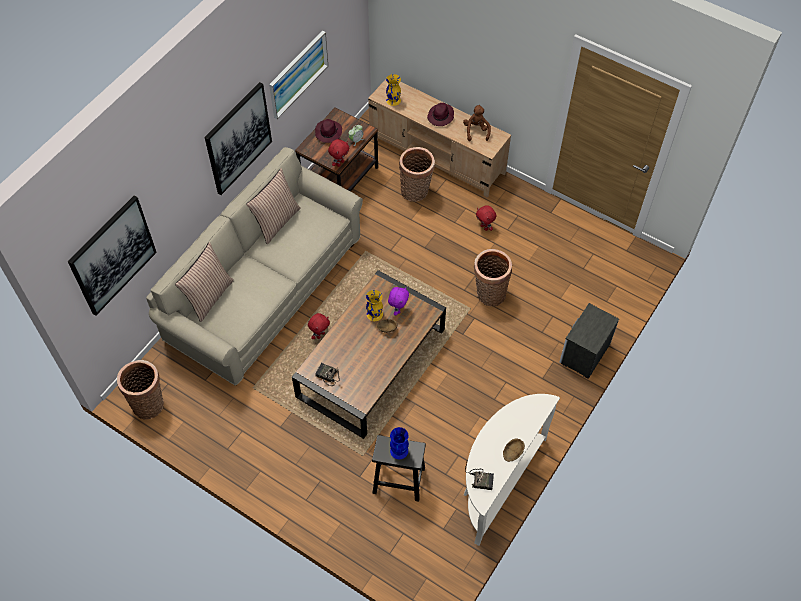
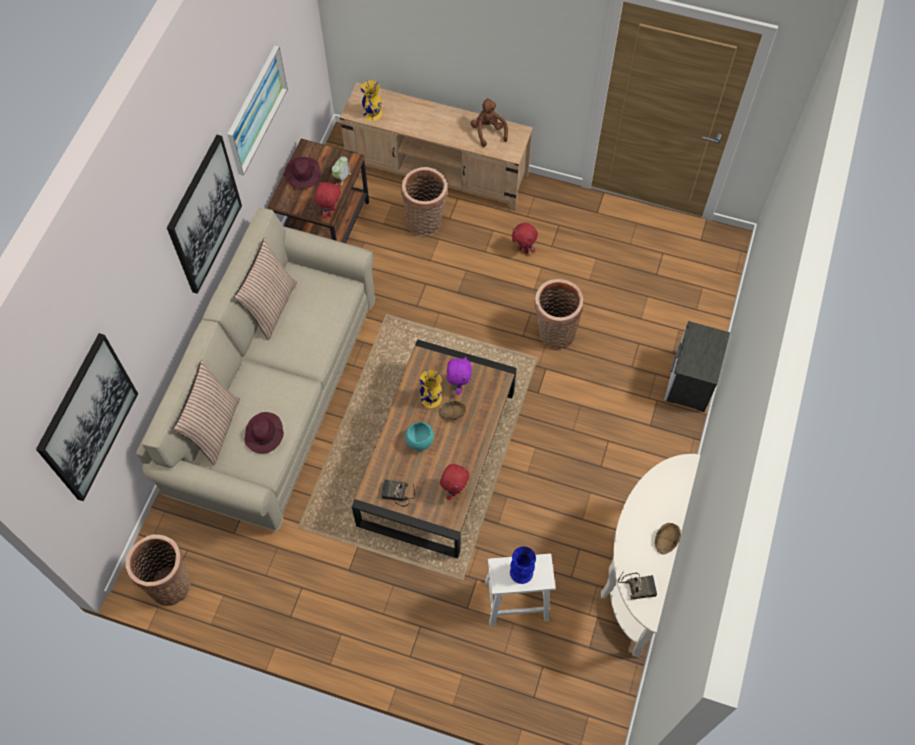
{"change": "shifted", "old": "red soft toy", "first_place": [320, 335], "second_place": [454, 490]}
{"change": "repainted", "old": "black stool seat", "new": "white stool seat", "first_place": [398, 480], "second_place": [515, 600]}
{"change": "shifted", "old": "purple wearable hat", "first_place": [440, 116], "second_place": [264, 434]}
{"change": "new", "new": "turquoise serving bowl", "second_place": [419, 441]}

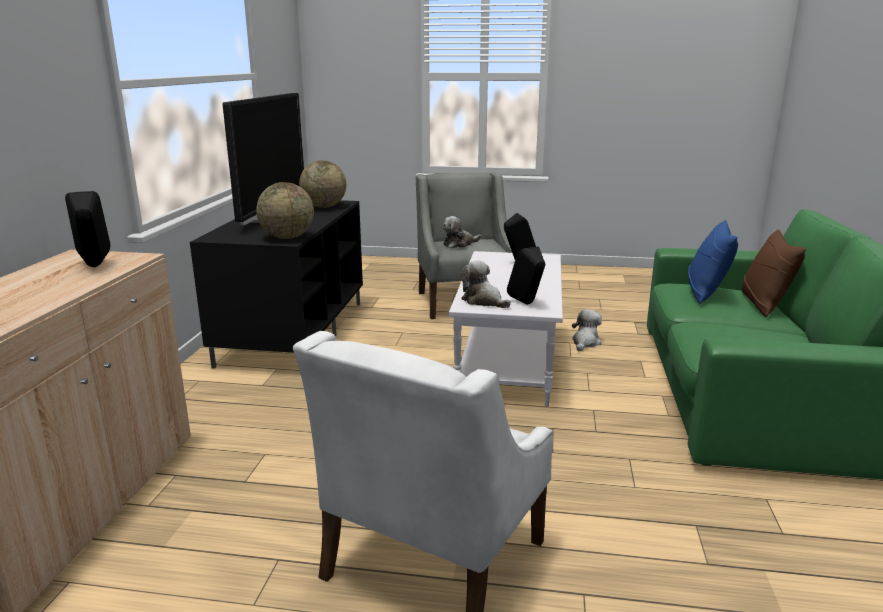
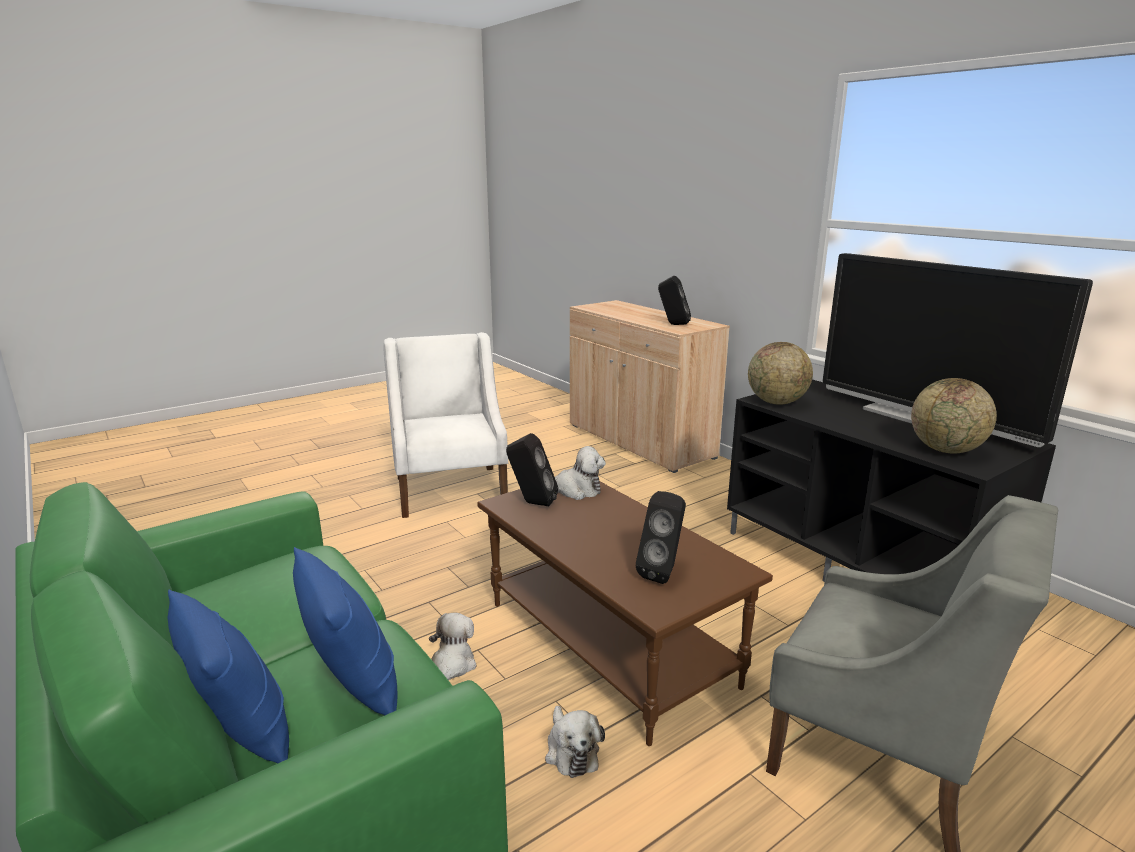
{"change": "shifted", "old": "soft toy", "first_place": [459, 244], "second_place": [451, 666]}
{"change": "repainted", "old": "white coffee table", "new": "brownish coffee table", "first_place": [509, 363], "second_place": [606, 644]}
{"change": "repainted", "old": "brownish throw pillow", "new": "blue-coloured throw pillow", "first_place": [764, 304], "second_place": [242, 730]}

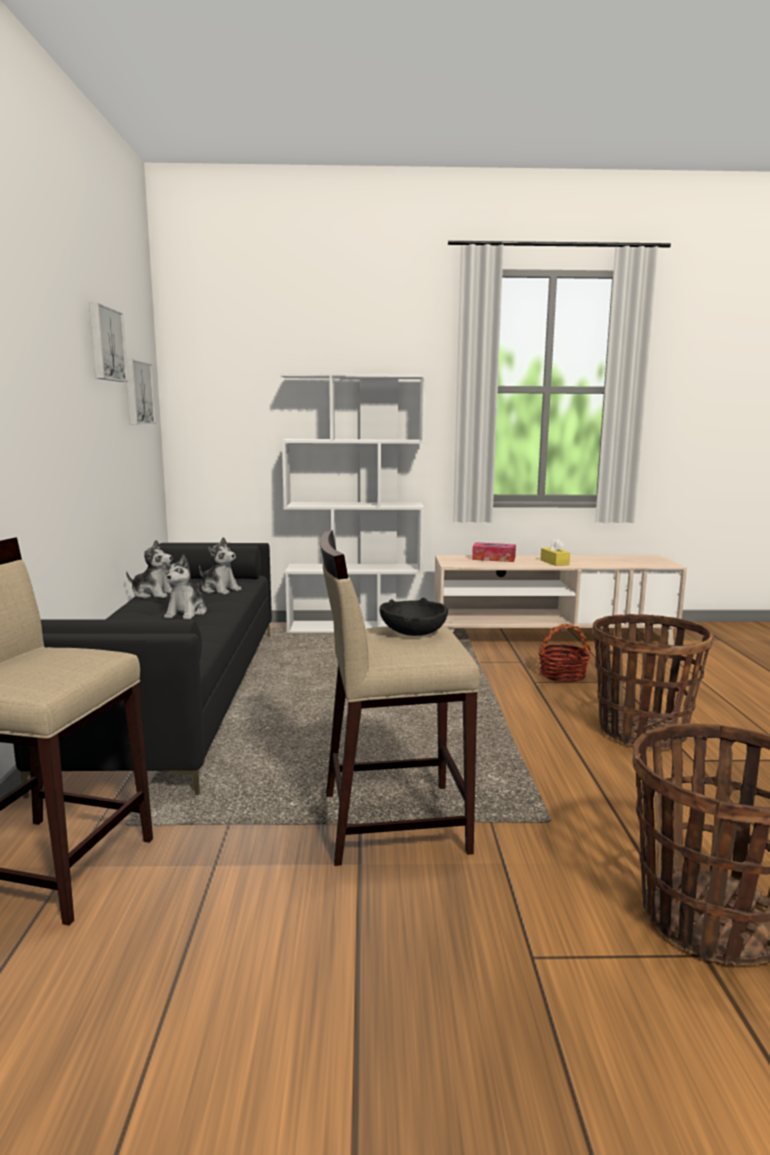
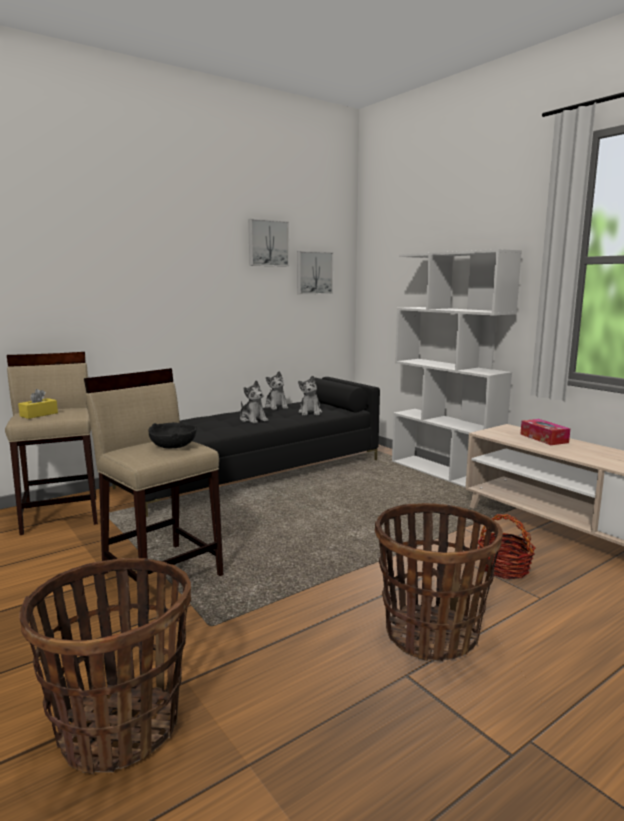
{"change": "rotated", "old": "soft toy", "first_place": [186, 613], "second_place": [253, 419], "degrees": -105}
{"change": "shifted", "old": "yellowish tissue box", "first_place": [554, 562], "second_place": [39, 414]}

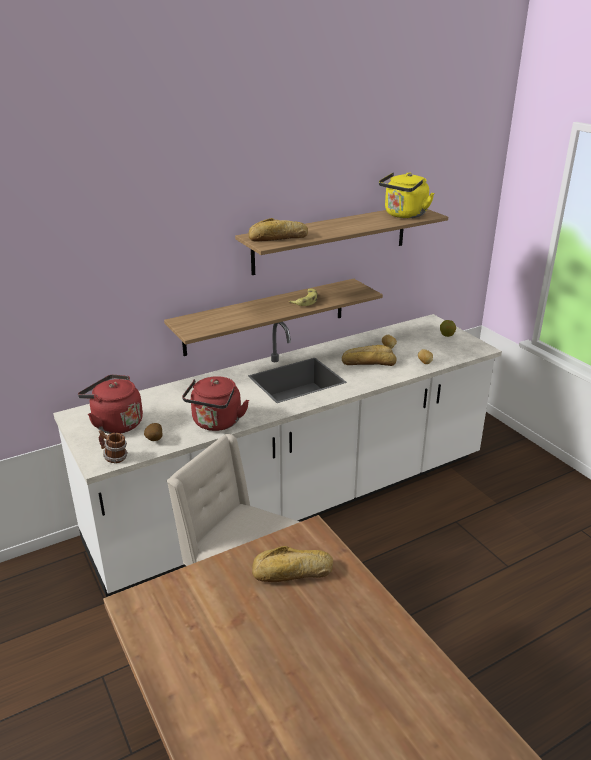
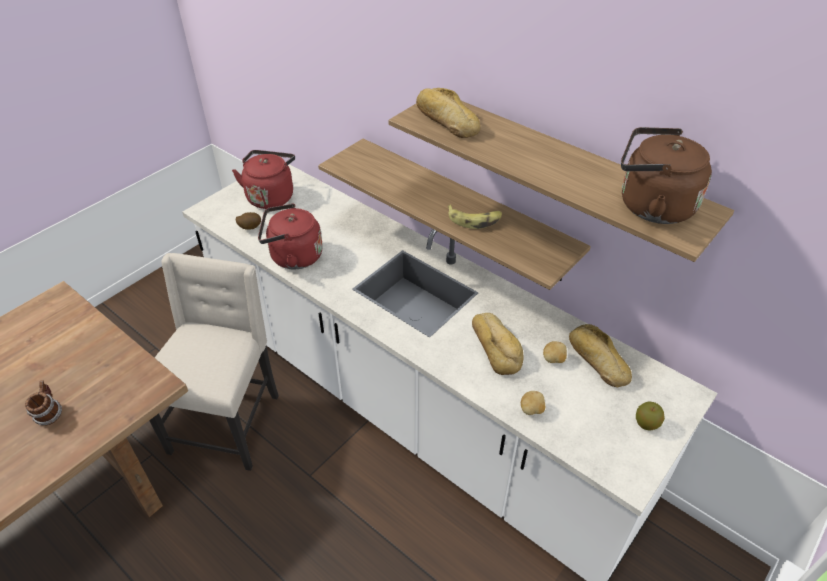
{"change": "shifted", "old": "tea mug", "first_place": [114, 458], "second_place": [49, 414]}
{"change": "shifted", "old": "bread", "first_place": [293, 572], "second_place": [597, 360]}
{"change": "repainted", "old": "yellowish tea kettle", "new": "brownish tea kettle", "first_place": [404, 215], "second_place": [650, 206]}

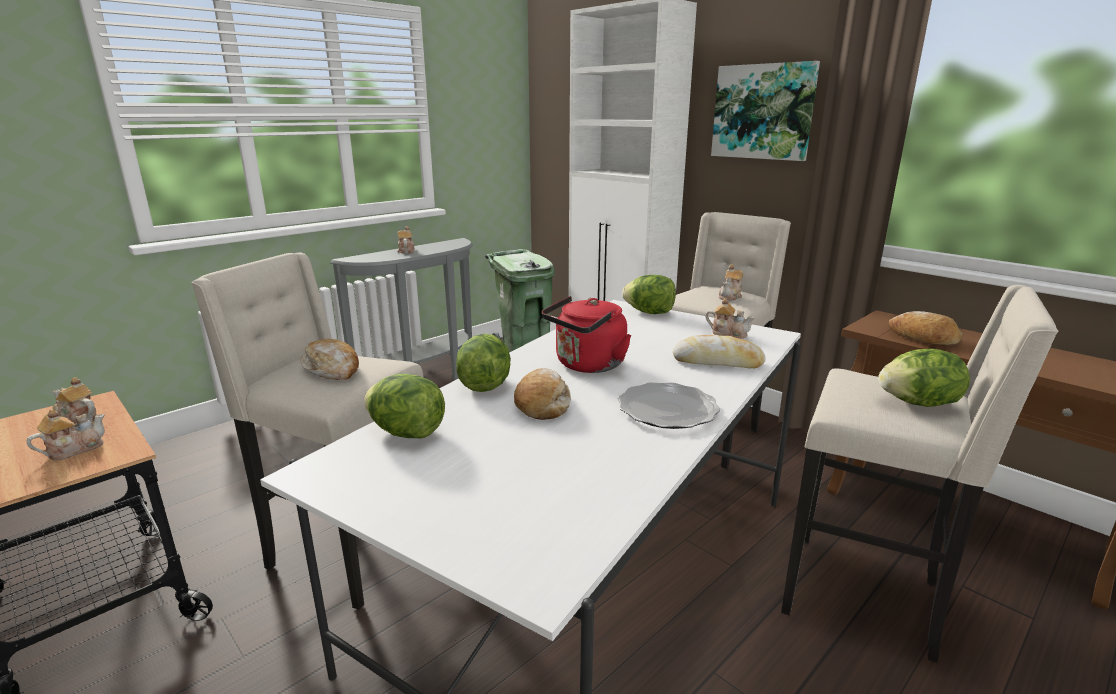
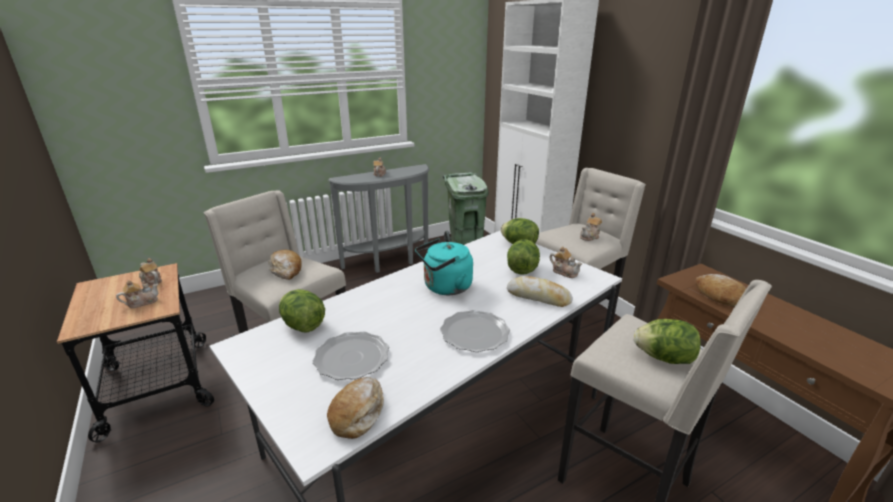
{"change": "shifted", "old": "lettuce head", "first_place": [484, 385], "second_place": [522, 269]}
{"change": "shifted", "old": "bread", "first_place": [542, 404], "second_place": [358, 413]}
{"change": "repainted", "old": "red tea kettle", "new": "turquoise tea kettle", "first_place": [587, 365], "second_place": [445, 288]}
{"change": "gone", "old": "wall art", "first_place": [763, 112]}
{"change": "new", "new": "dinner plate", "second_place": [352, 358]}

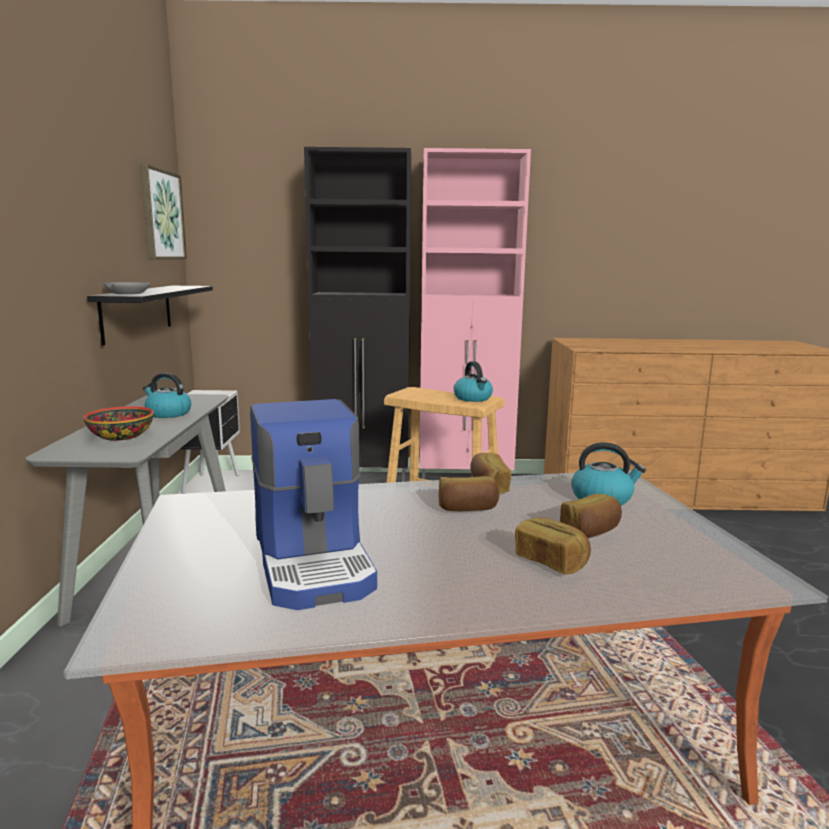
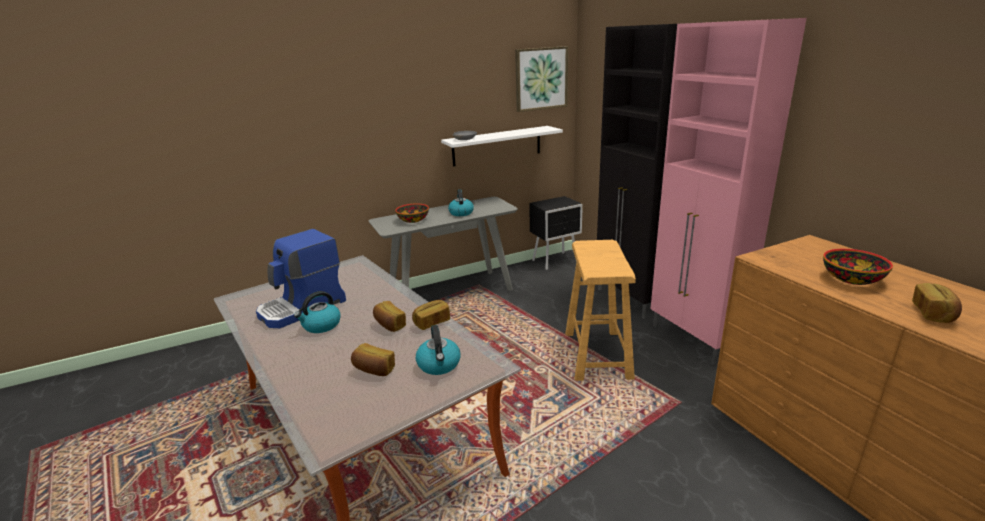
{"change": "repainted", "old": "black bracket shelf", "new": "white bracket shelf", "first_place": [137, 312], "second_place": [497, 146]}
{"change": "shifted", "old": "tea kettle", "first_place": [473, 398], "second_place": [321, 325]}
{"change": "shifted", "old": "bread", "first_place": [551, 561], "second_place": [933, 314]}
{"change": "new", "new": "serving bowl", "second_place": [852, 279]}

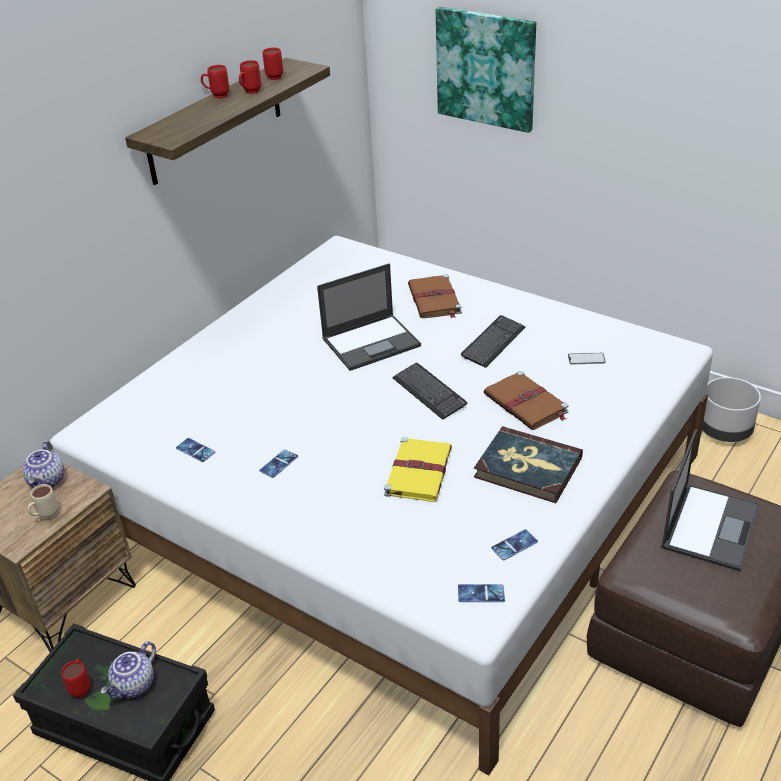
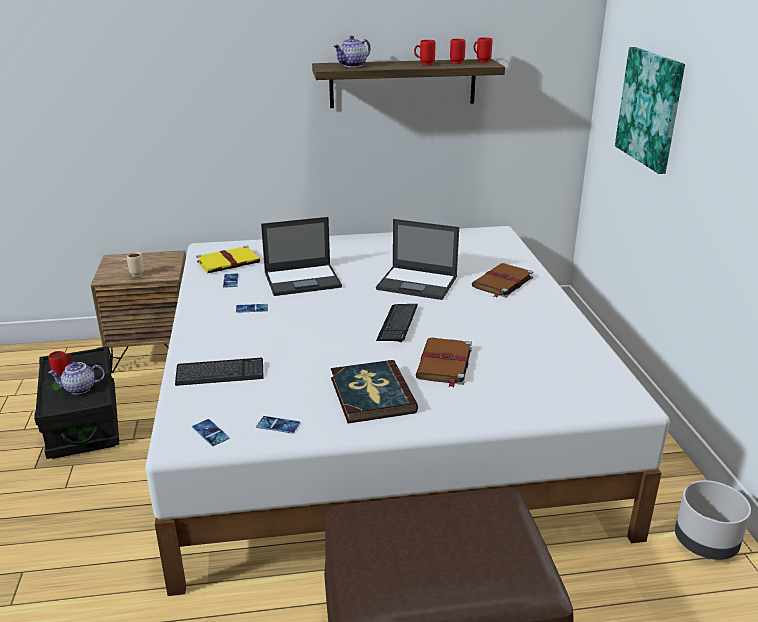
{"change": "shifted", "old": "teapot", "first_place": [48, 482], "second_place": [352, 65]}
{"change": "shifted", "old": "red tea mug", "first_place": [217, 96], "second_place": [481, 61]}
{"change": "shifted", "old": "yellowish bound book", "first_place": [419, 471], "second_place": [229, 262]}
{"change": "shifted", "old": "PC keyboard", "first_place": [493, 343], "second_place": [220, 373]}
{"change": "gone", "old": "phone", "first_place": [586, 359]}
{"change": "shifted", "old": "laptop", "first_place": [710, 525], "second_place": [303, 280]}

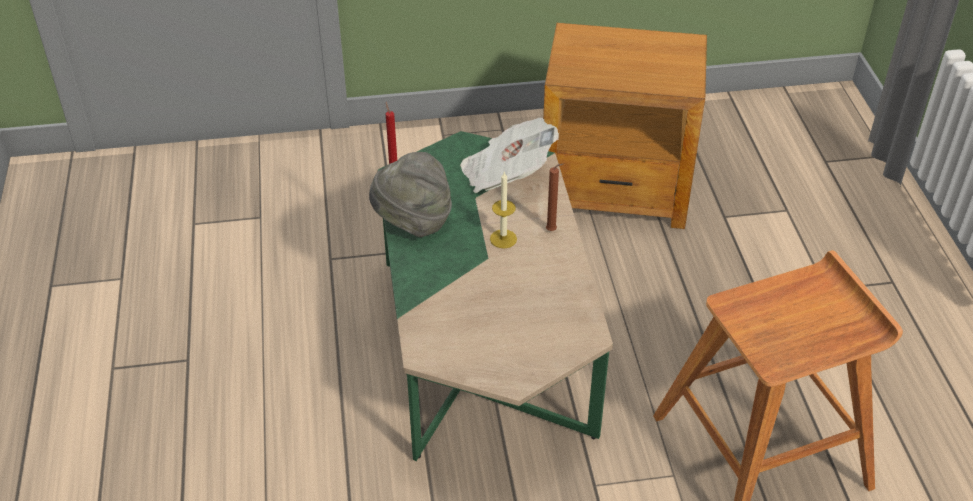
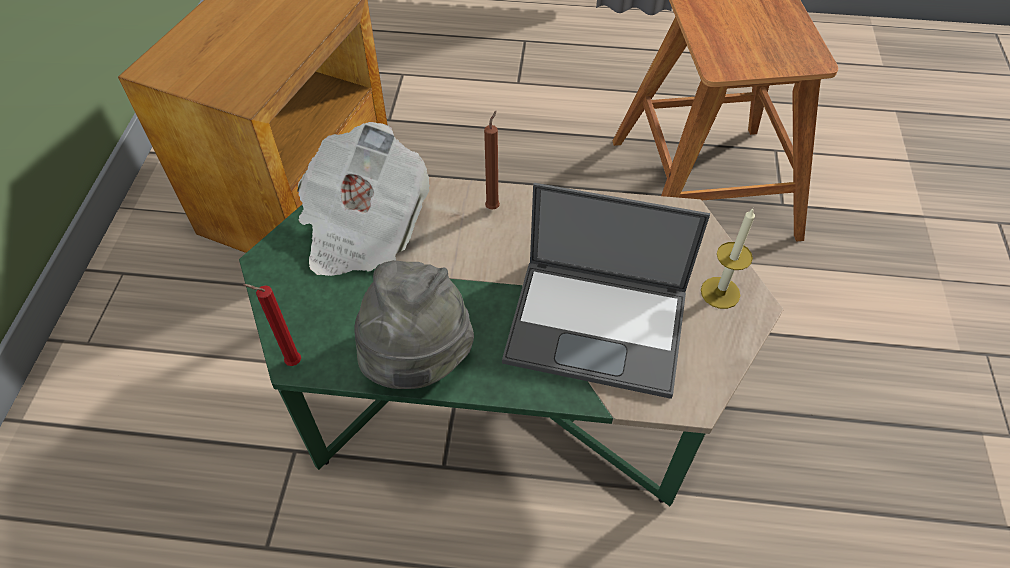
{"change": "shifted", "old": "wax candle", "first_place": [503, 239], "second_place": [720, 292]}
{"change": "new", "new": "laptop", "second_place": [599, 325]}

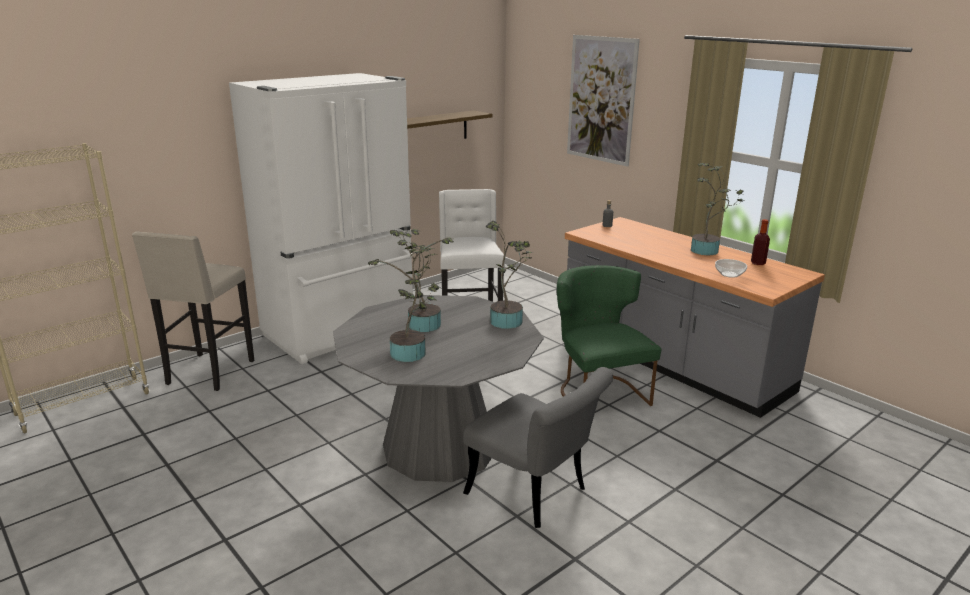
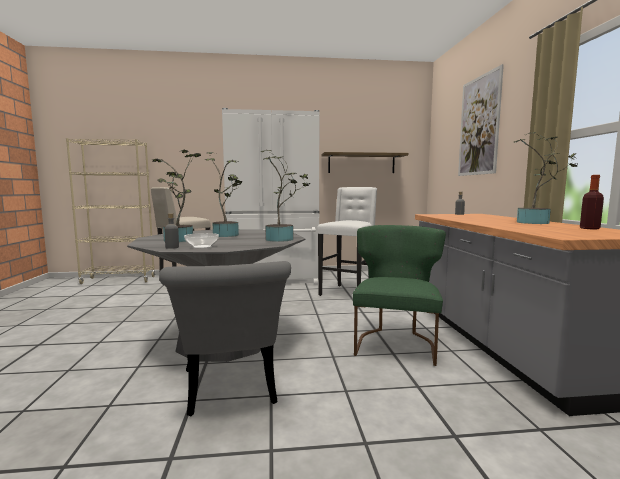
{"change": "shifted", "old": "serving bowl", "first_place": [729, 274], "second_place": [202, 247]}
{"change": "new", "new": "gray bottle", "second_place": [172, 247]}

